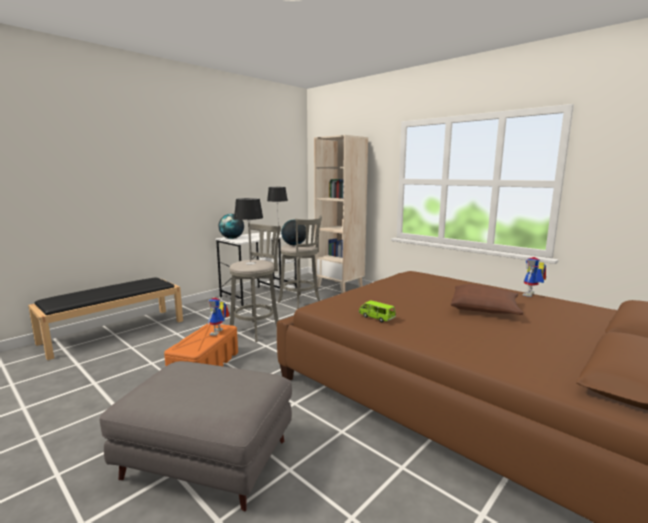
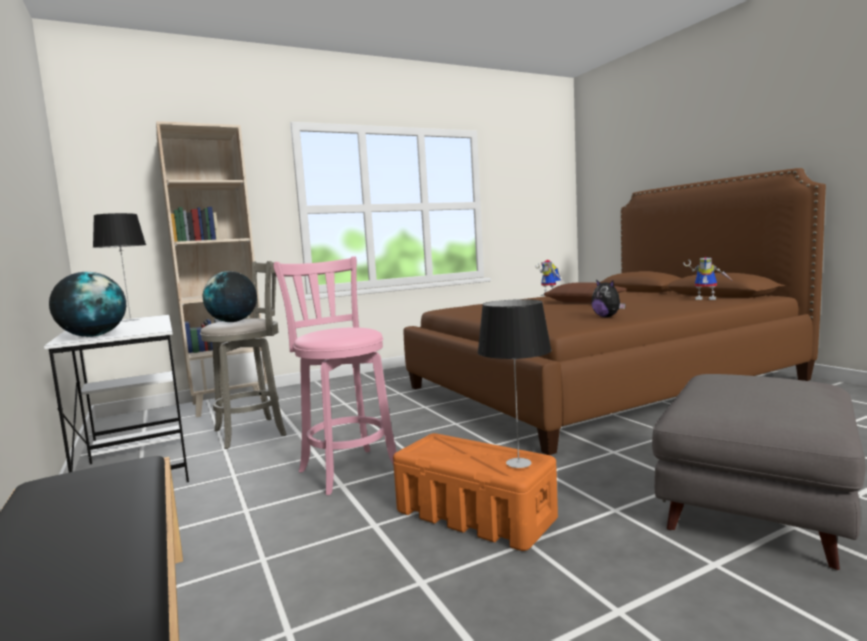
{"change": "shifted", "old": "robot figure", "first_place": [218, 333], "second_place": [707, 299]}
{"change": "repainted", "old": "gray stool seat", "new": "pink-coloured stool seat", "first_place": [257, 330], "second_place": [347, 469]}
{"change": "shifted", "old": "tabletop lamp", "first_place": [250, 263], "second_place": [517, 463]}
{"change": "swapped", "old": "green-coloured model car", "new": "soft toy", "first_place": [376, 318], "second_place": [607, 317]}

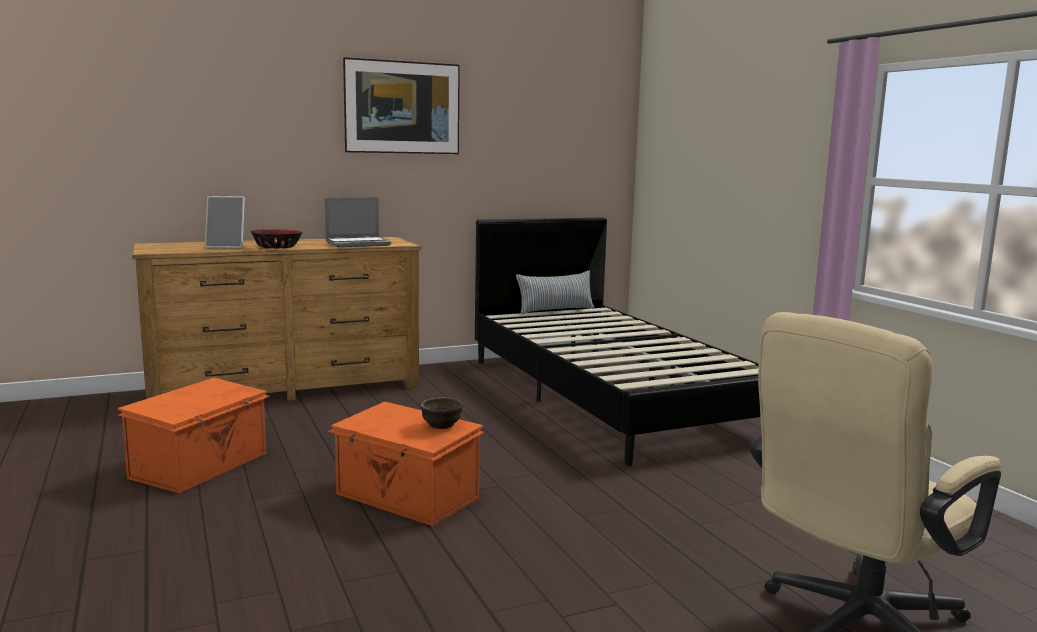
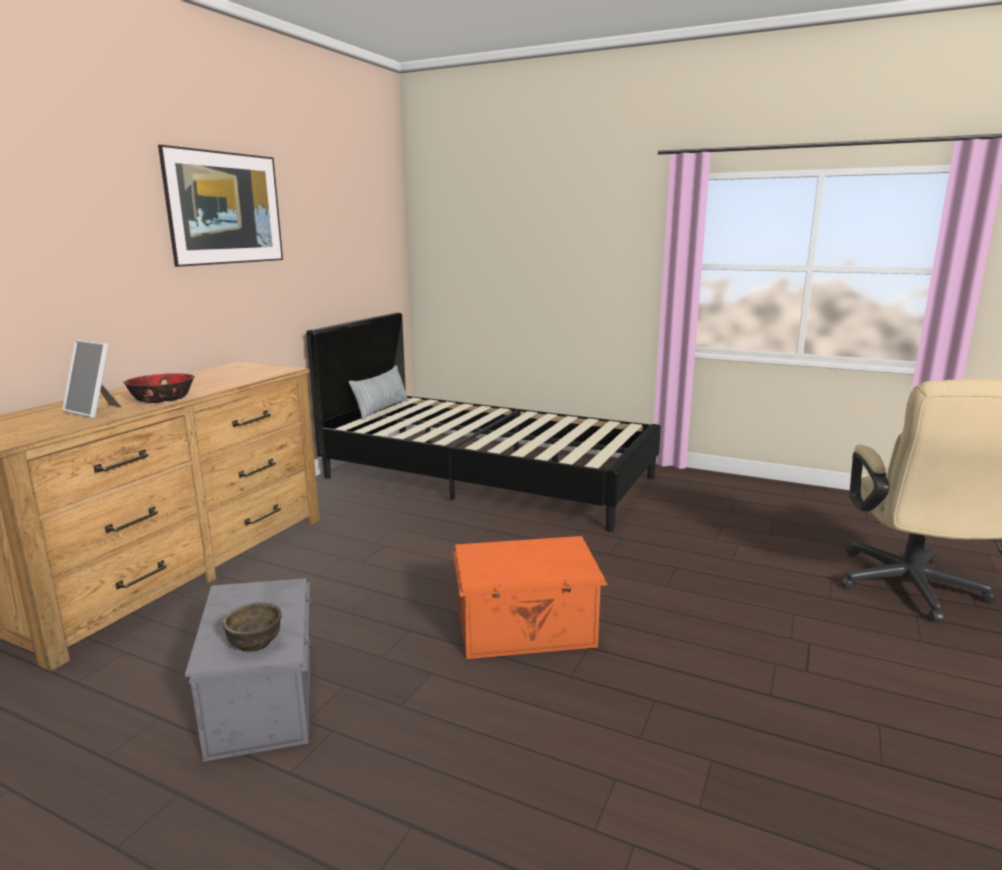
{"change": "repainted", "old": "orange-coloured storage box", "new": "gray storage box", "first_place": [201, 465], "second_place": [265, 698]}
{"change": "rotated", "old": "picture frame", "first_place": [227, 247], "second_place": [95, 411], "degrees": 75}
{"change": "gone", "old": "laptop", "first_place": [358, 244]}
{"change": "shifted", "old": "brownish serving bowl", "first_place": [441, 424], "second_place": [255, 642]}

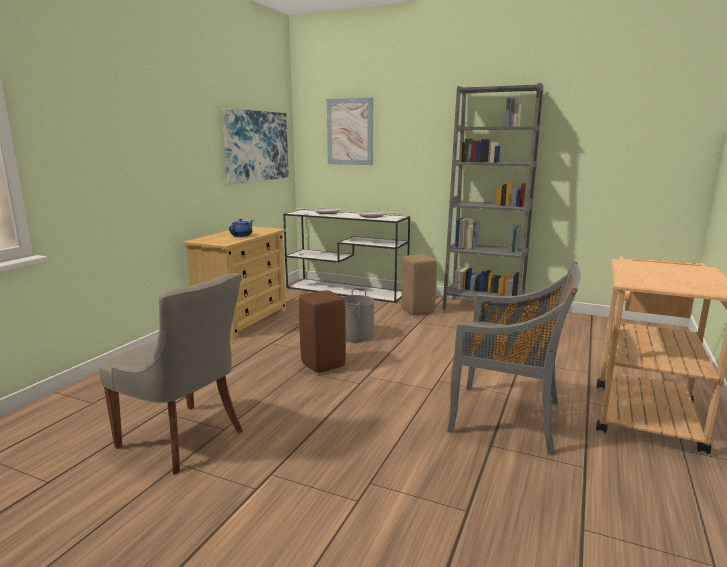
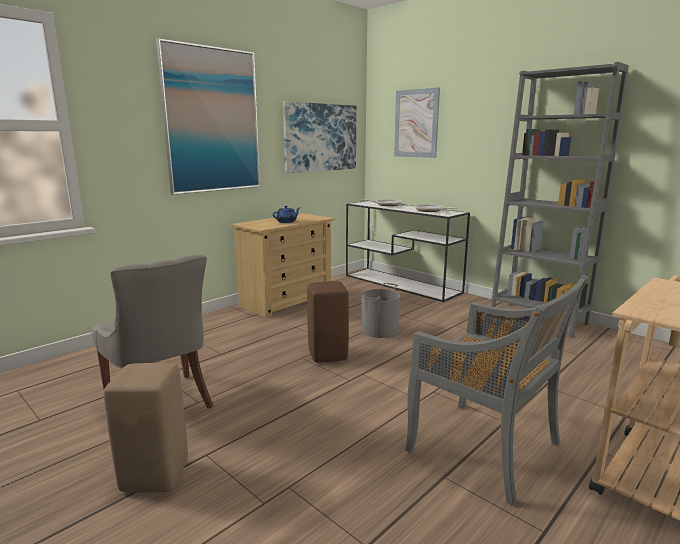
{"change": "shifted", "old": "sand-coloured stool seat", "first_place": [417, 311], "second_place": [154, 475]}
{"change": "new", "new": "wall art", "second_place": [212, 121]}

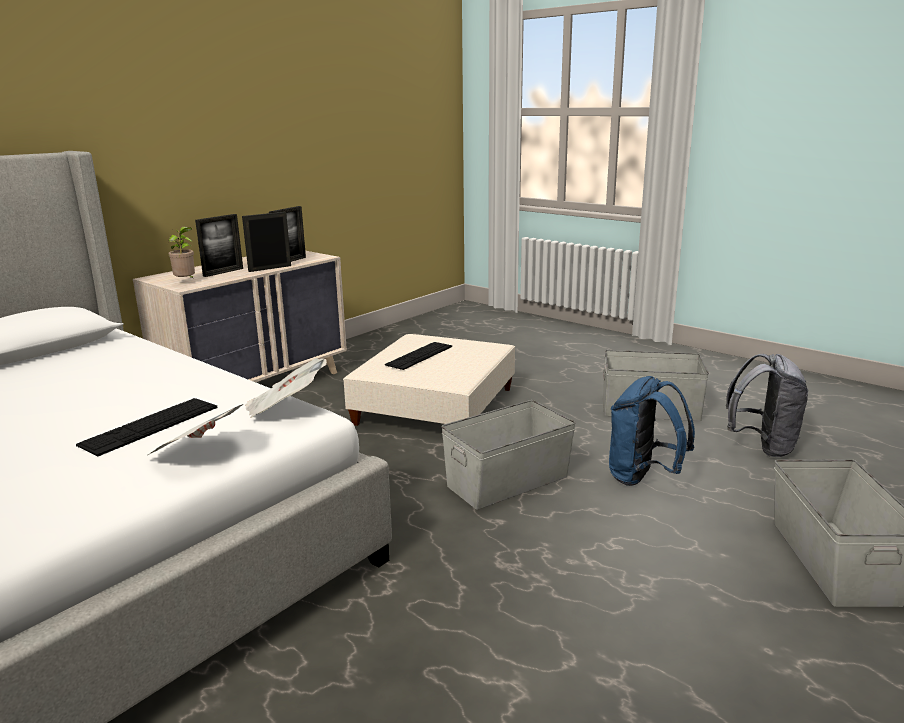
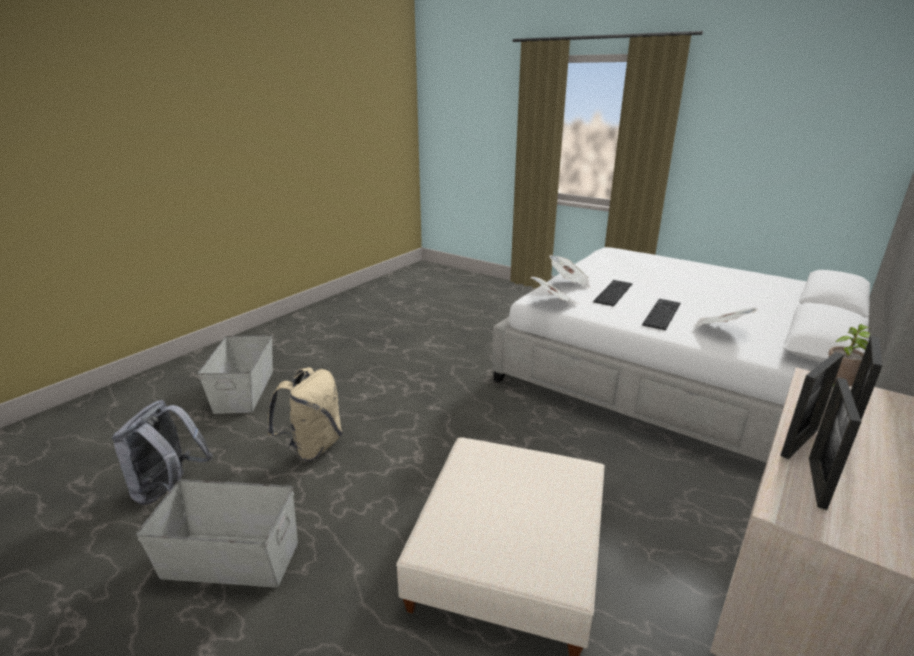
{"change": "shifted", "old": "PC keyboard", "first_place": [419, 355], "second_place": [662, 314]}
{"change": "gone", "old": "gray storage box", "first_place": [509, 481]}
{"change": "repainted", "old": "blue-coloured backpack", "new": "sand-coloured backpack", "first_place": [643, 477], "second_place": [313, 447]}
{"change": "new", "new": "newspaper", "second_place": [720, 330]}

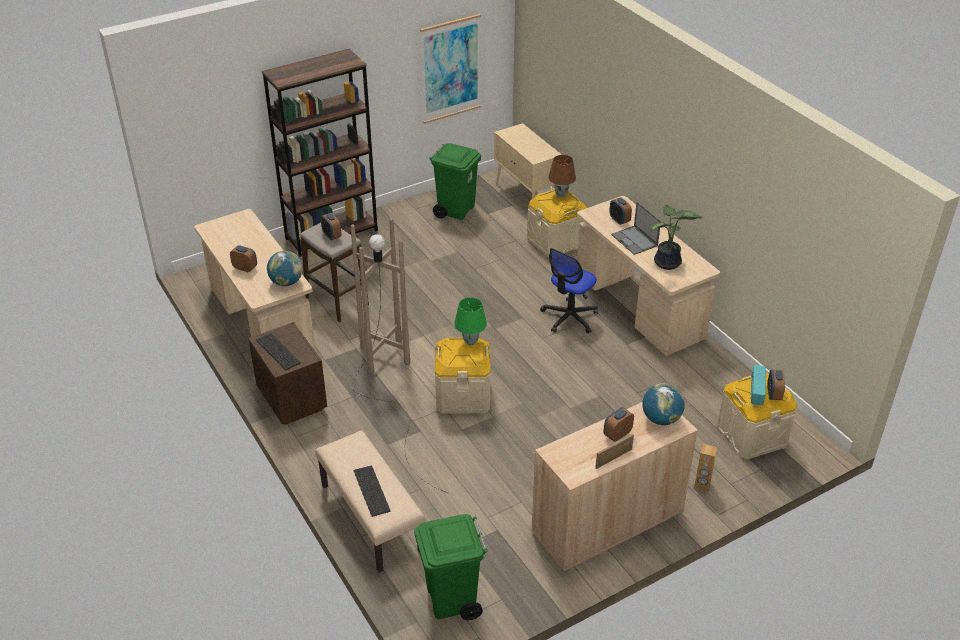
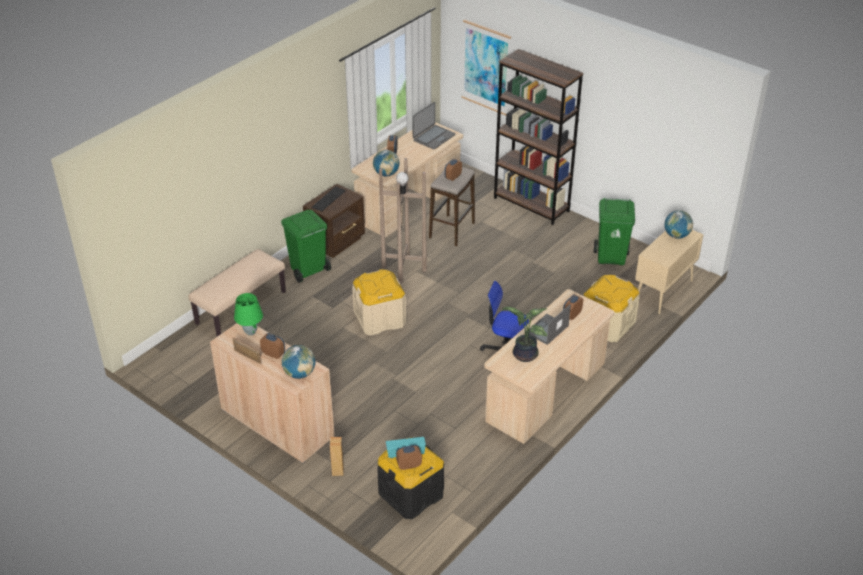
{"change": "gone", "old": "PC keyboard", "first_place": [370, 490]}
{"change": "shifted", "old": "green-coloured trash can", "first_place": [452, 600], "second_place": [308, 271]}
{"change": "shifted", "old": "wall art", "first_place": [450, 69], "second_place": [486, 67]}
{"change": "shifted", "old": "green-coloured tabletop lamp", "first_place": [470, 342], "second_place": [250, 332]}
{"change": "gone", "old": "brownish tabletop lamp", "first_place": [561, 194]}
{"change": "repainted", "old": "sand-coloured storage box", "new": "black storage box", "first_place": [752, 435], "second_place": [411, 494]}
{"change": "new", "new": "laptop", "second_place": [433, 137]}
{"change": "new", "new": "desk globe", "second_place": [676, 235]}

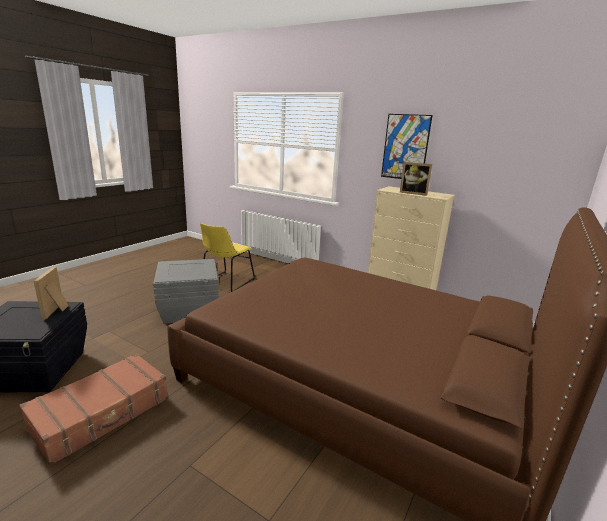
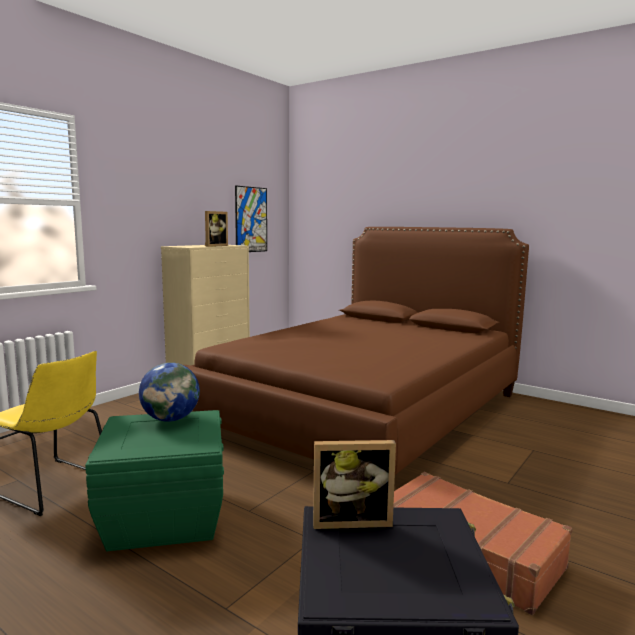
{"change": "repainted", "old": "gray storage box", "new": "green-coloured storage box", "first_place": [189, 309], "second_place": [163, 517]}
{"change": "shifted", "old": "wall art", "first_place": [405, 147], "second_place": [251, 219]}
{"change": "new", "new": "desk globe", "second_place": [171, 419]}

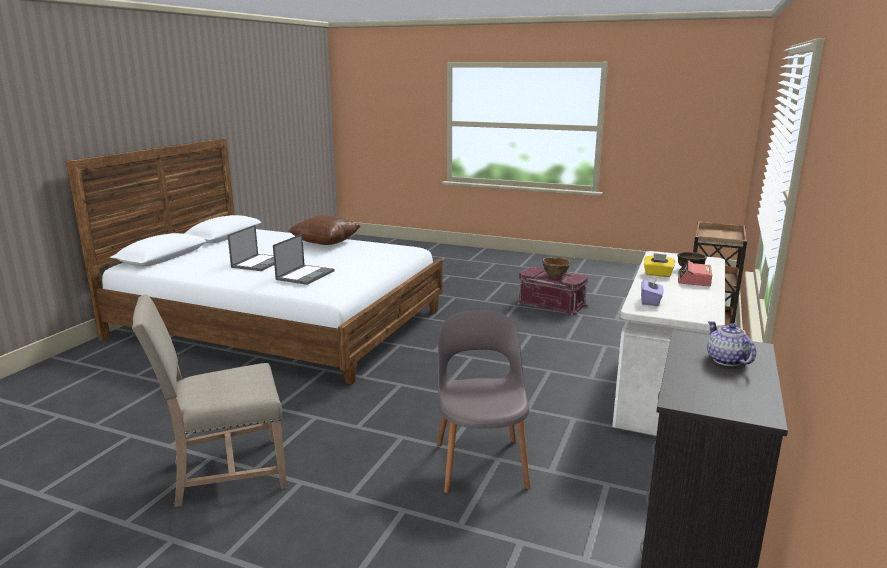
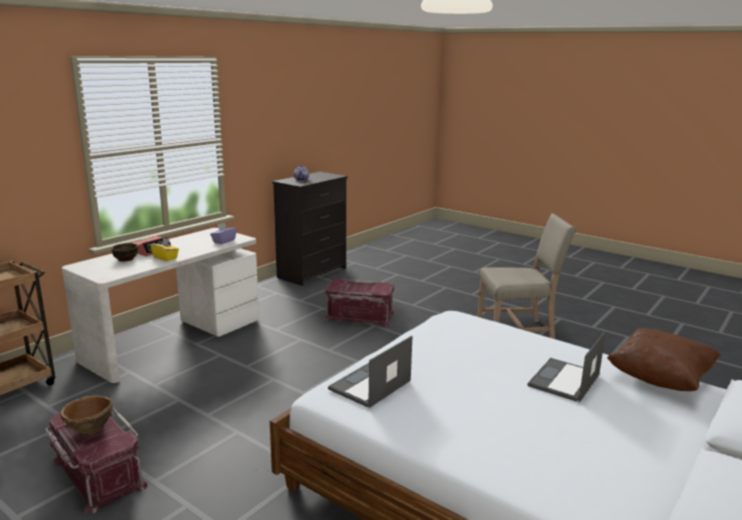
{"change": "shifted", "old": "laptop", "first_place": [305, 275], "second_place": [369, 385]}
{"change": "shifted", "old": "brownish throw pillow", "first_place": [325, 243], "second_place": [660, 379]}
{"change": "swapped", "old": "gray chair", "new": "red storage box", "first_place": [481, 462], "second_place": [359, 316]}

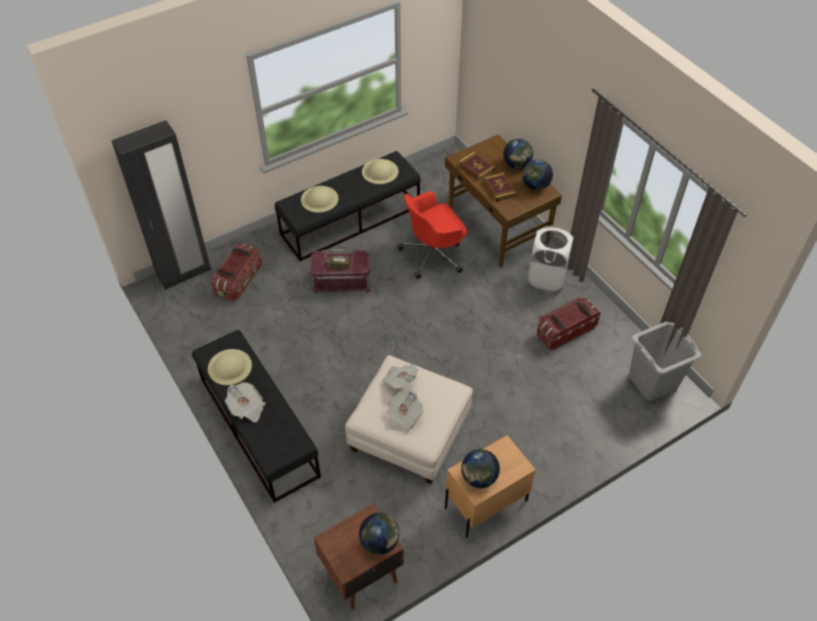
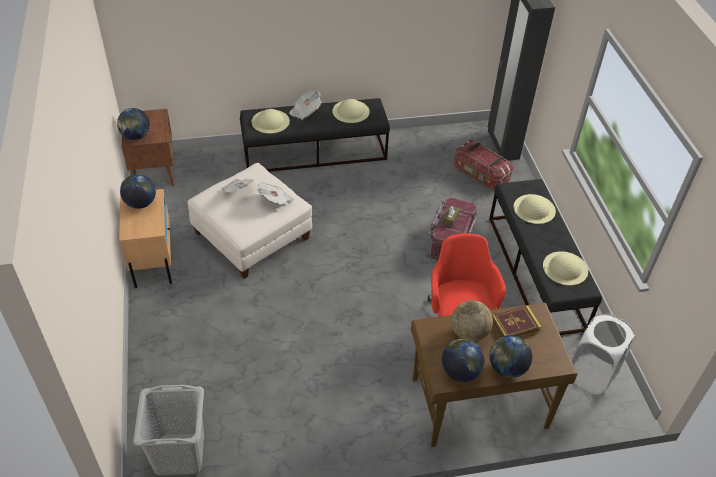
{"change": "swapped", "old": "bound book", "new": "desk globe", "first_place": [499, 188], "second_place": [469, 333]}
{"change": "shifted", "old": "white hamper", "first_place": [546, 277], "second_place": [592, 374]}
{"change": "gone", "old": "storage box", "first_place": [565, 331]}
{"change": "new", "new": "sand-coloured wearable hat", "second_place": [270, 121]}

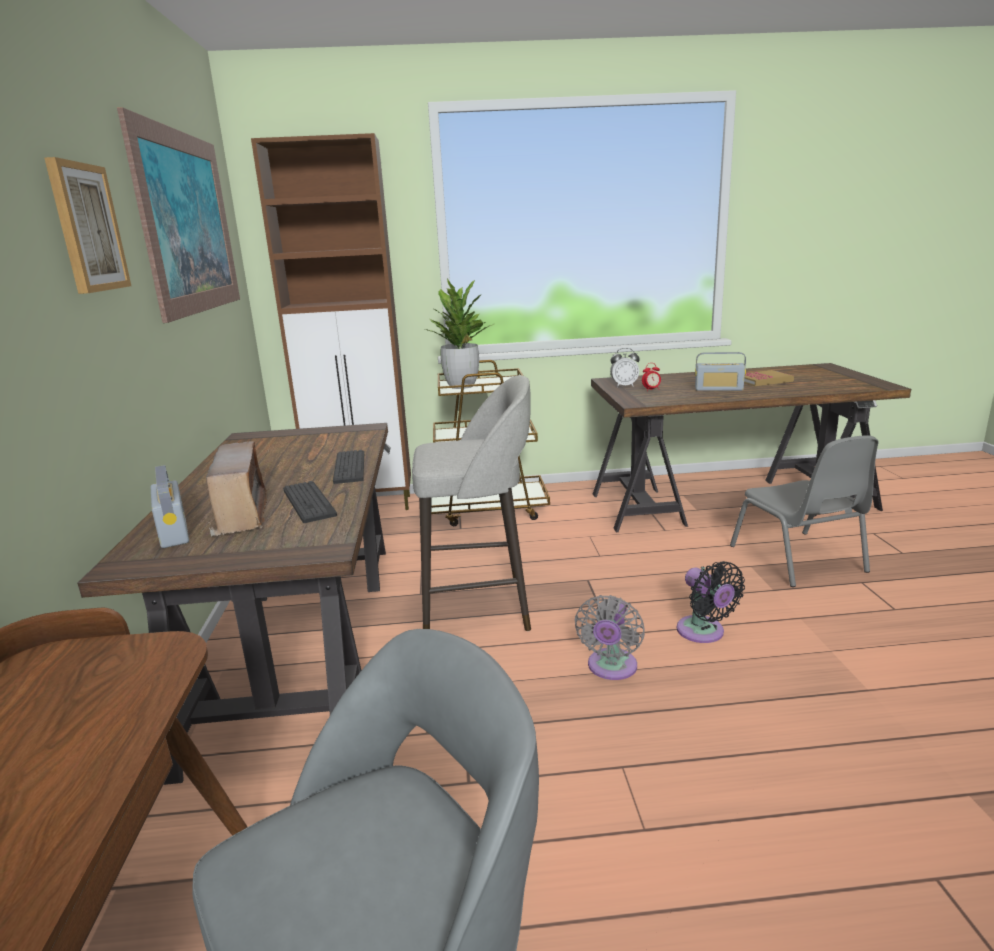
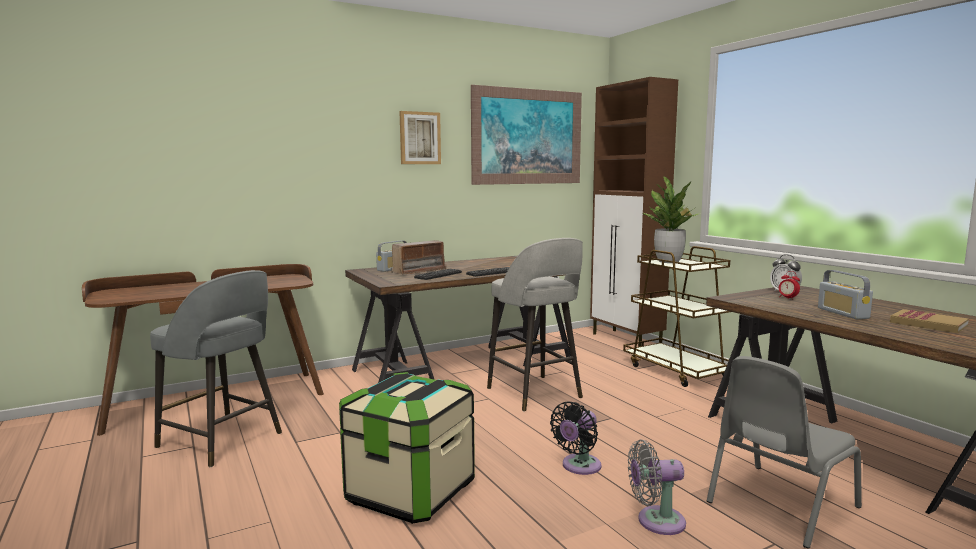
{"change": "shifted", "old": "gray fan", "first_place": [611, 668], "second_place": [656, 521]}
{"change": "new", "new": "storage box", "second_place": [410, 492]}

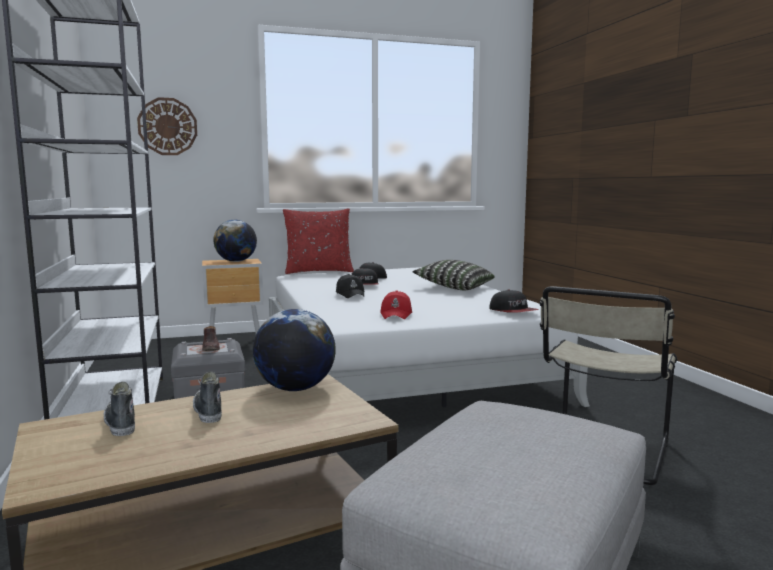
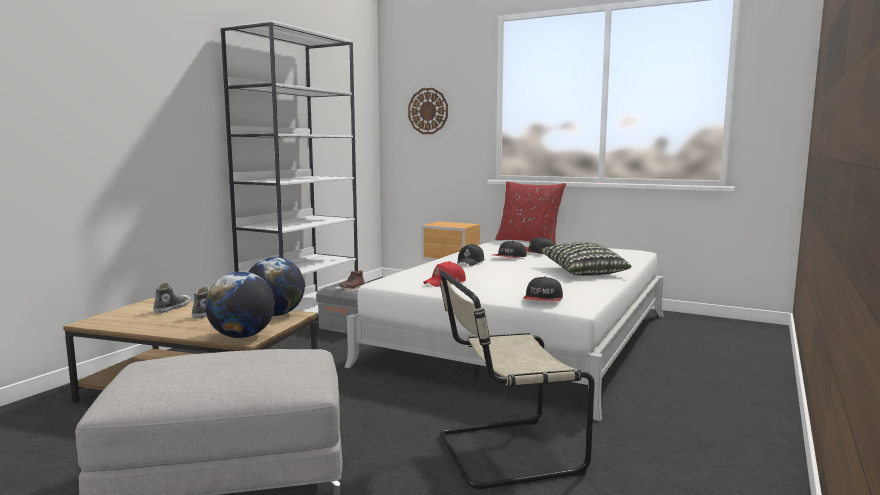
{"change": "shifted", "old": "desk globe", "first_place": [236, 261], "second_place": [242, 336]}

